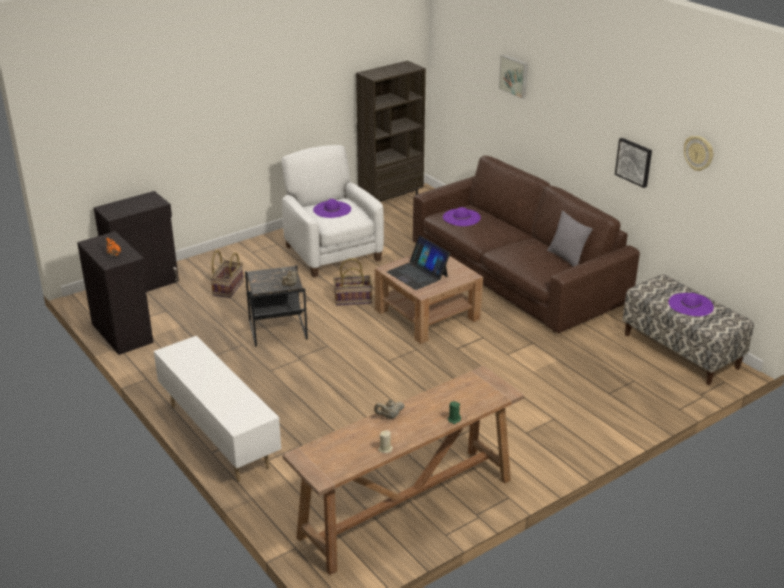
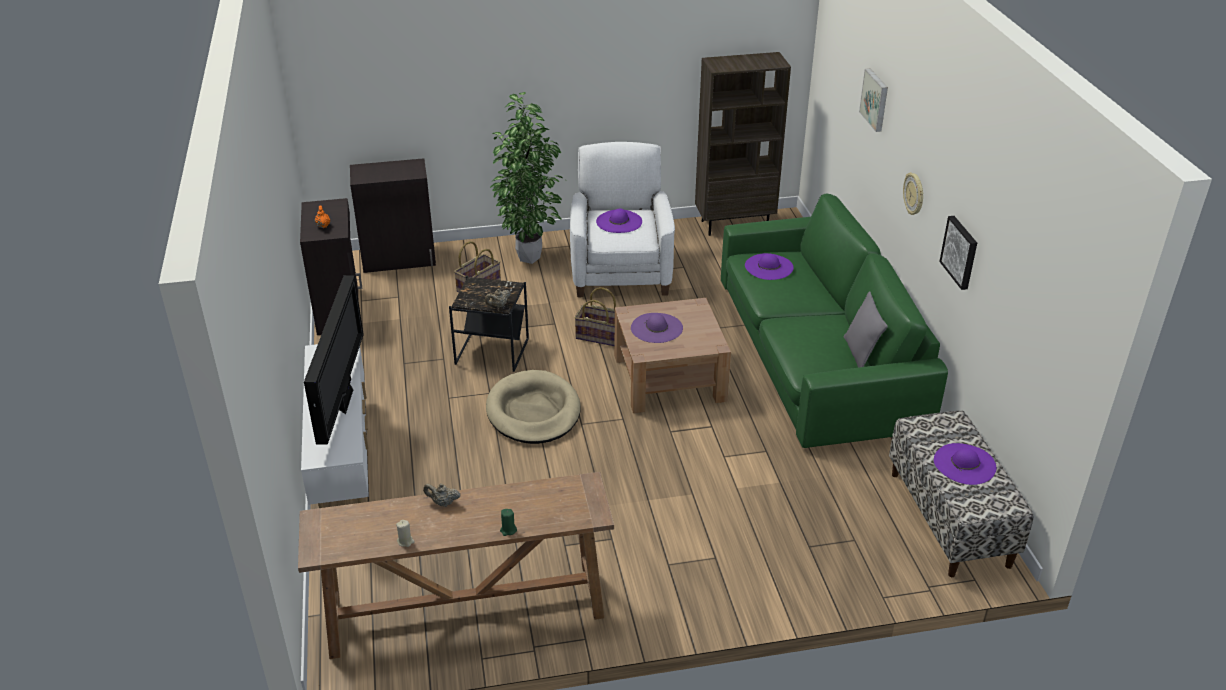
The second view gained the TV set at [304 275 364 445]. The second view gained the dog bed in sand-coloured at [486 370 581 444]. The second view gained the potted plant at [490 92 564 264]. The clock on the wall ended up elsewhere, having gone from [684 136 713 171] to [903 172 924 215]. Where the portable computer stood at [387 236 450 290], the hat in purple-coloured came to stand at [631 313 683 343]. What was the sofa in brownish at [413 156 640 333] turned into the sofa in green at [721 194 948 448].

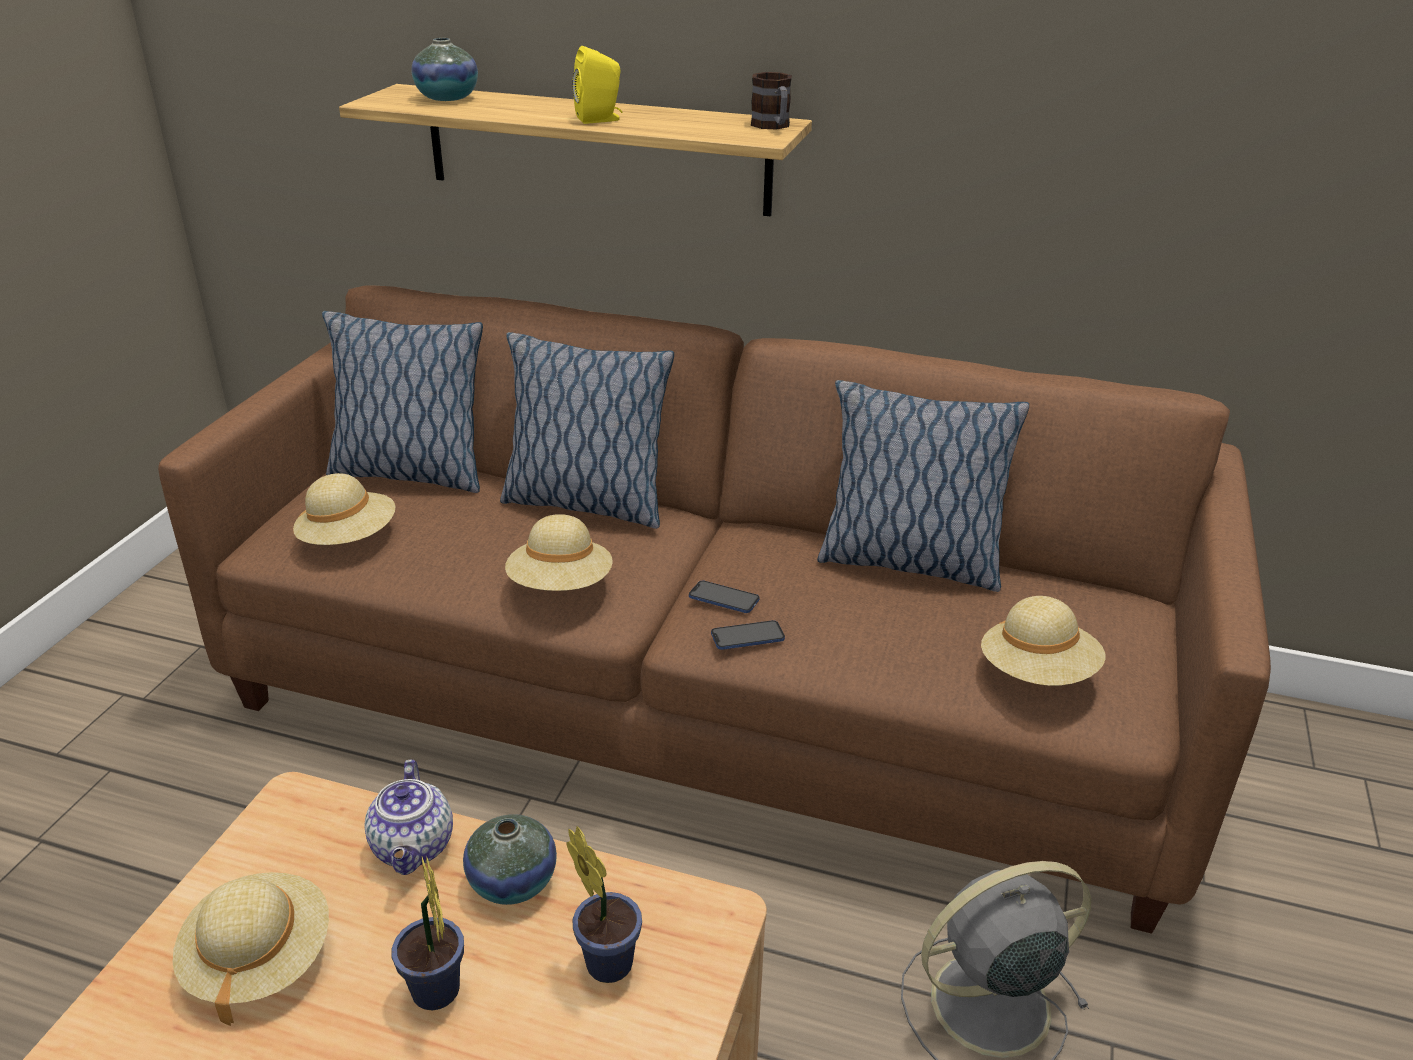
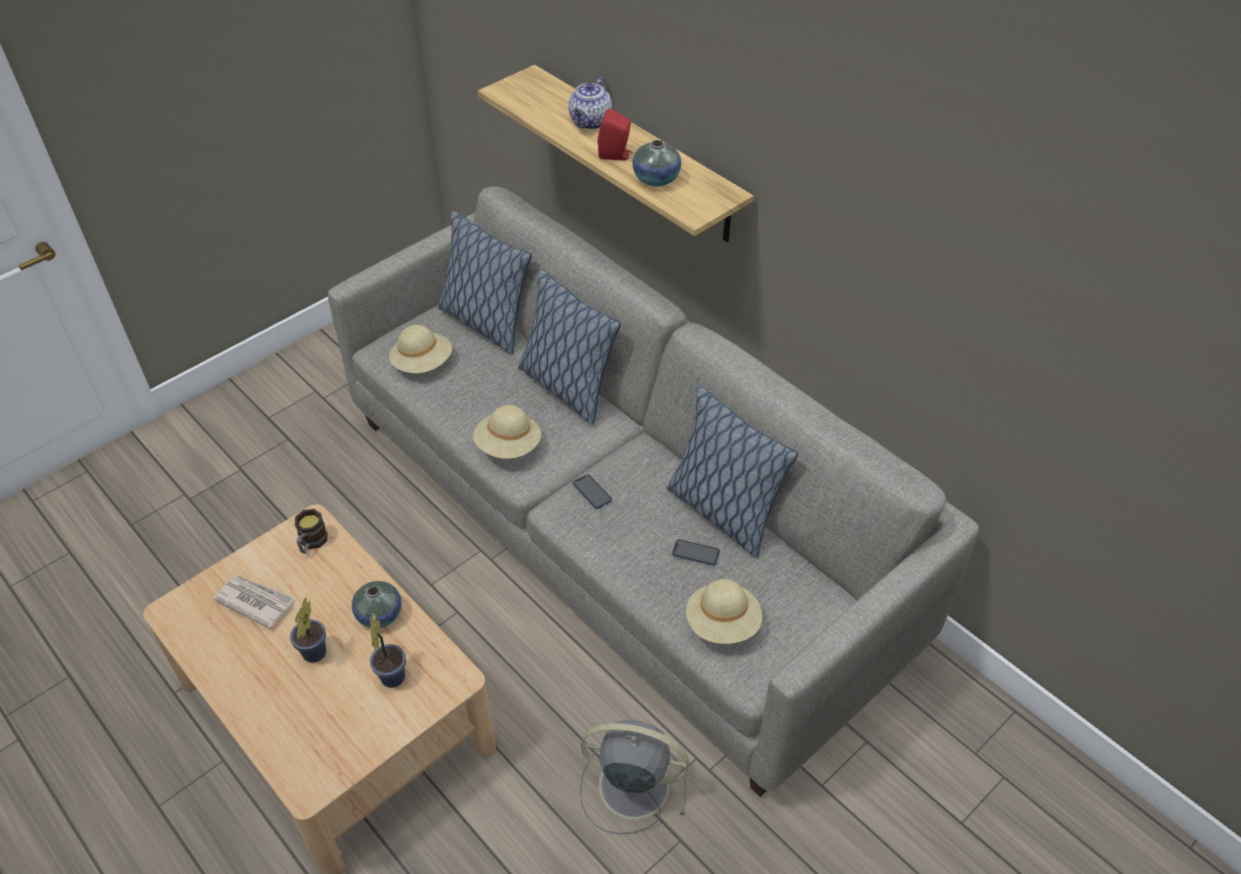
The pot for tea ended up elsewhere, having gone from [364 759 453 875] to [568 77 612 129]. The vase ended up elsewhere, having gone from [411 38 478 101] to [632 140 681 187]. The phone ended up elsewhere, having gone from [711 620 785 650] to [672 539 720 566]. The mug ended up elsewhere, having gone from [751 72 792 129] to [295 509 327 554]. Where the hat in sand-coloured stood at [173 872 329 1026], the daily paper came to stand at [213 575 295 629]. What was the sofa in brownish at [158 285 1271 934] turned into the sofa in gray at [328 186 979 797]. What was the speaker in yellow at [572 46 622 124] turned into the speaker in red-coloured at [598 108 633 160].

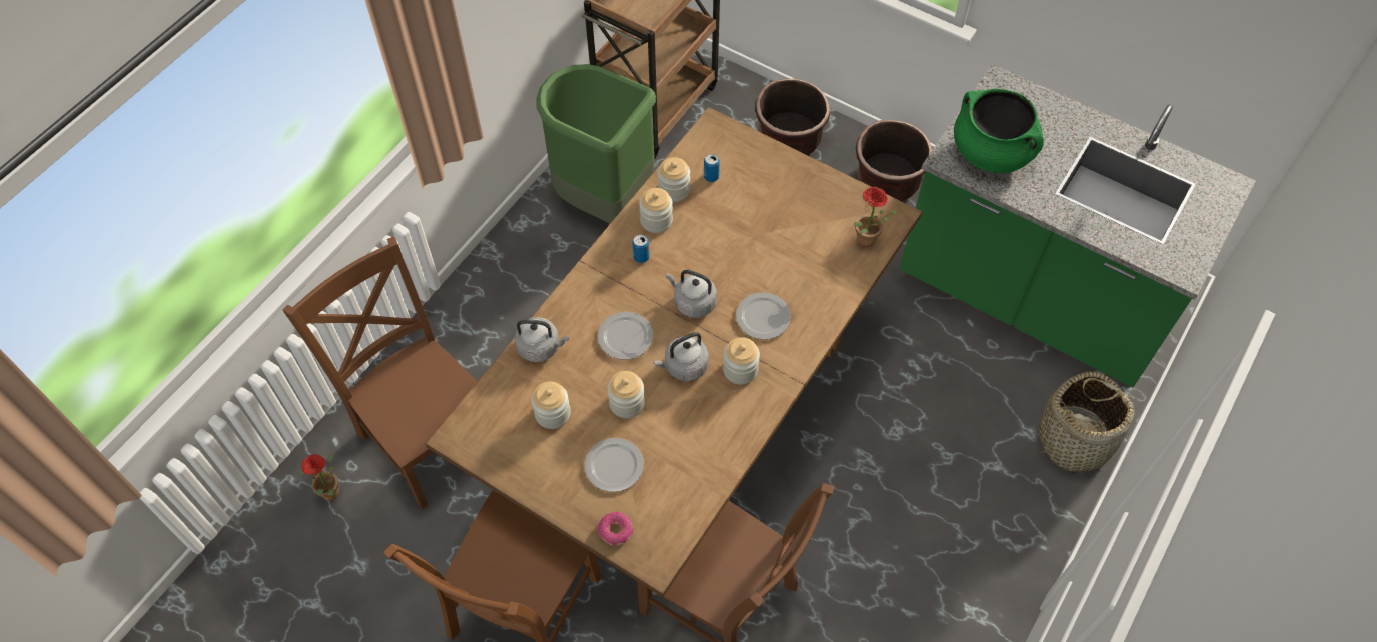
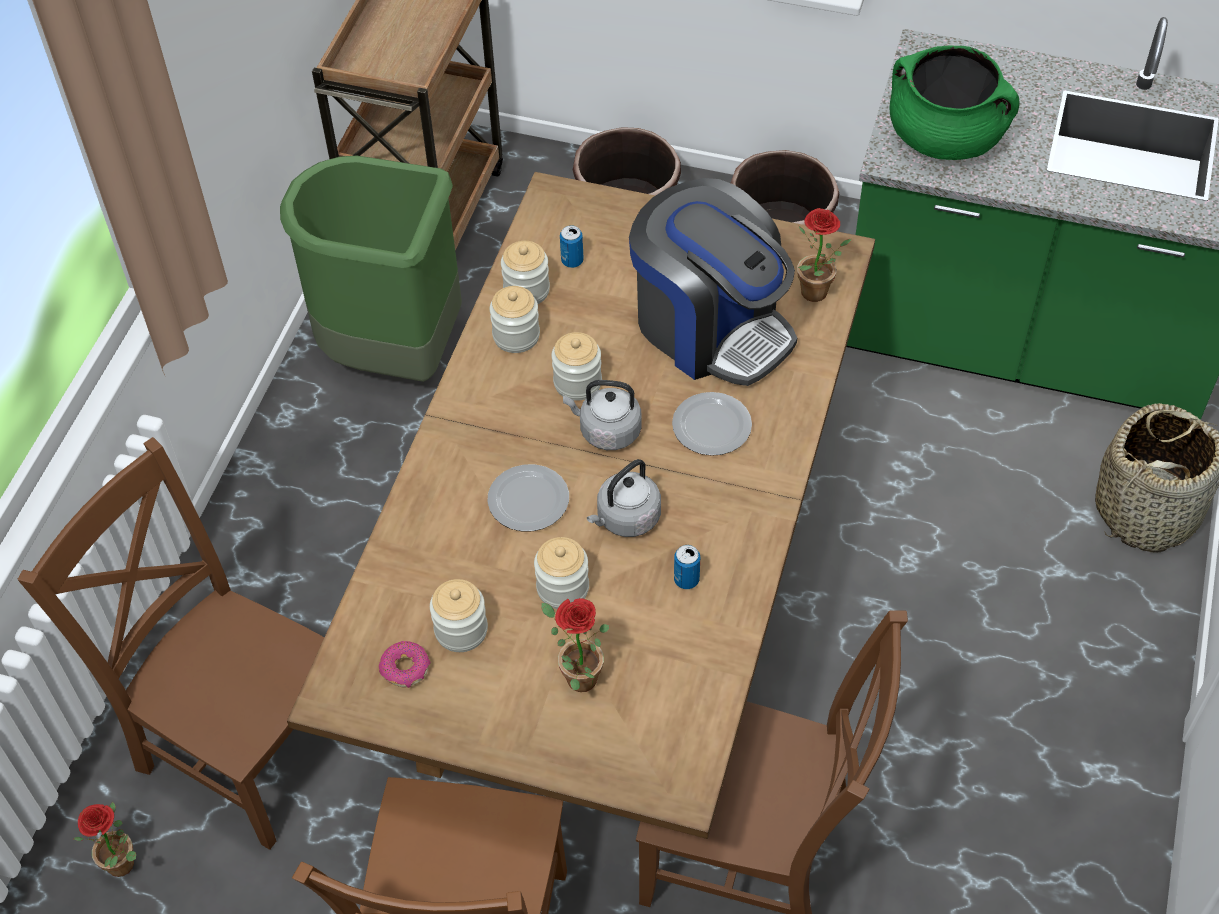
The second view lost the kettle in gray at [515 317 569 362]. The second view gained the coffee machine at [629 178 797 386]. The donut ended up elsewhere, having gone from [598 512 633 546] to [379 641 430 688]. The sealed can ended up elsewhere, having gone from [632 234 649 263] to [674 545 700 589]. The jar ended up elsewhere, having gone from [723 337 760 385] to [552 332 602 401]. Where the dinner plate stood at [585 438 644 492], the potted plant came to stand at [541 598 610 692].

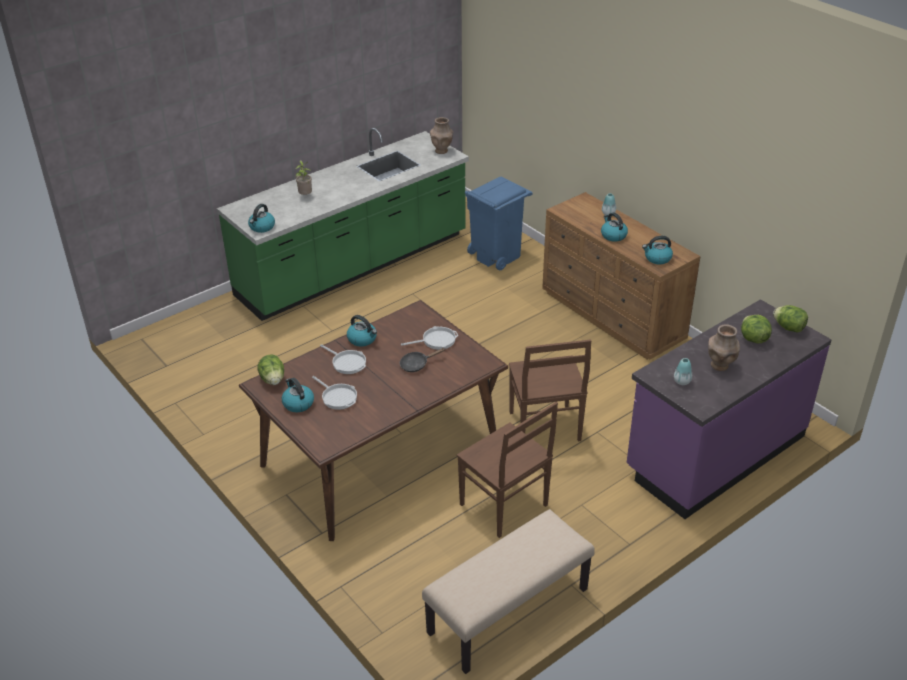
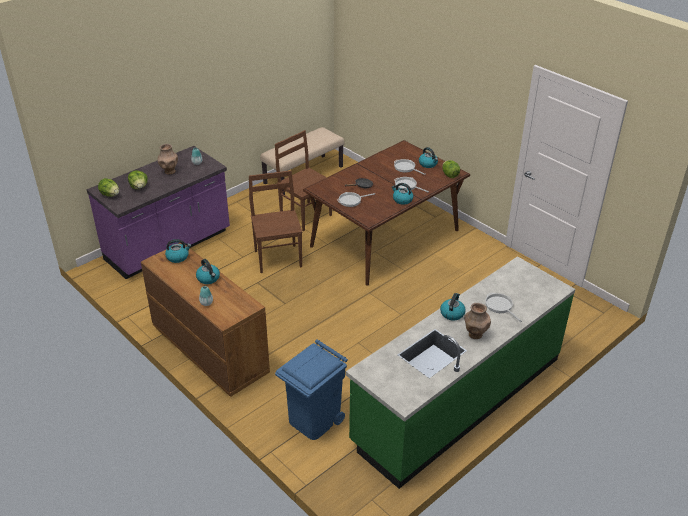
The kettle ended up elsewhere, having gone from [248 204 275 233] to [440 293 466 320]. The vase in brownish ended up elsewhere, having gone from [430 117 453 154] to [464 303 491 339]. Where the potted plant stood at [296 160 312 195], the skillet came to stand at [486 293 522 322].

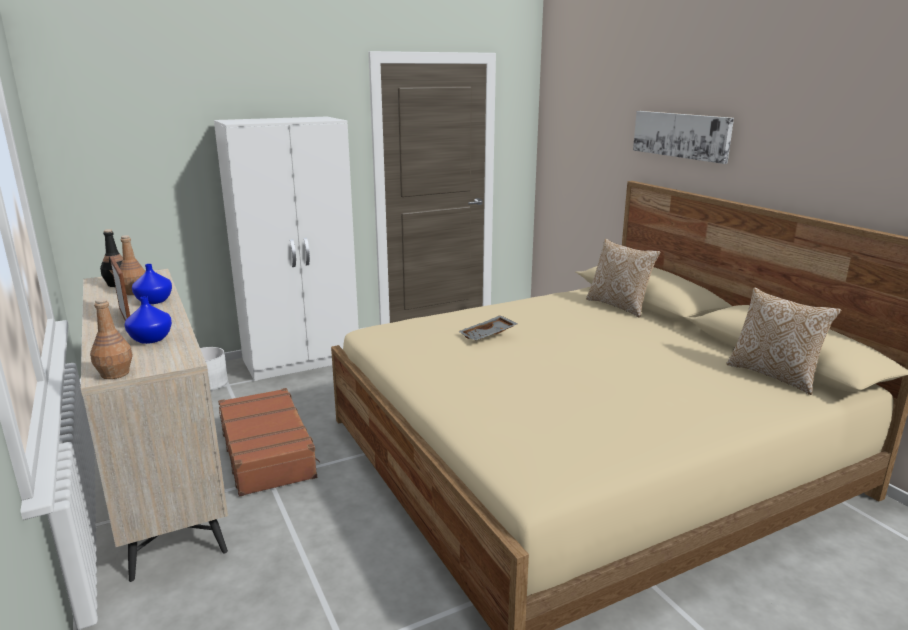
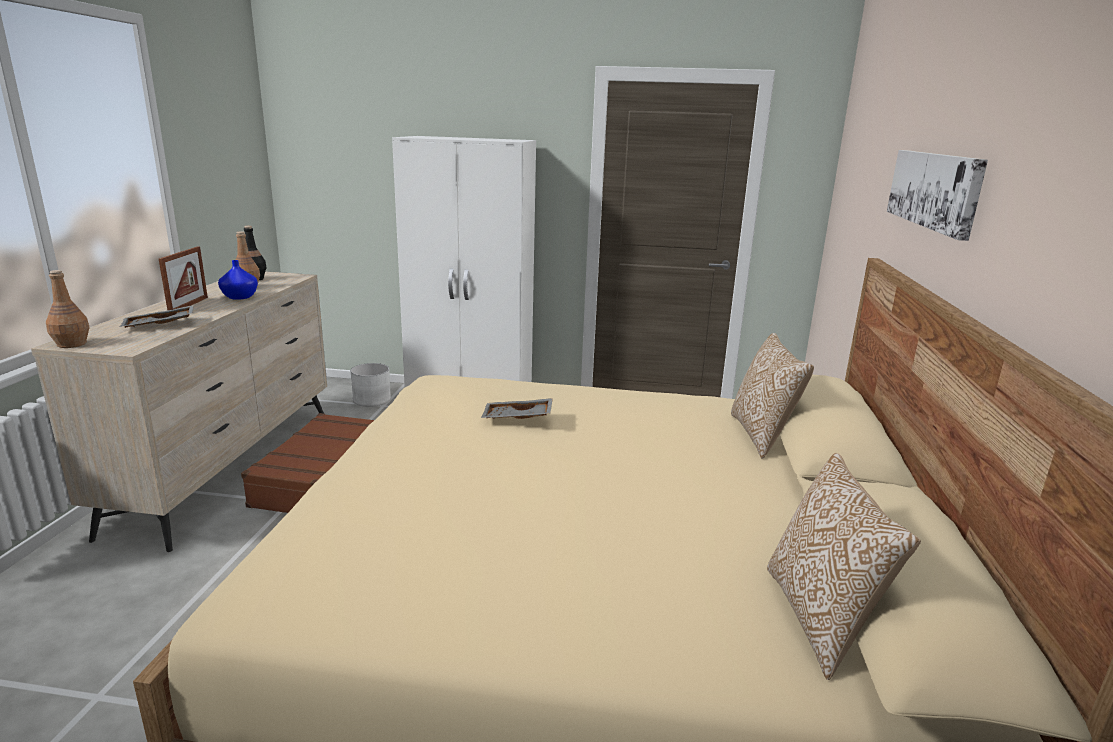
Where the vase in blue stood at [125 296 172 344], the tray in gray came to stand at [119 305 194 328].

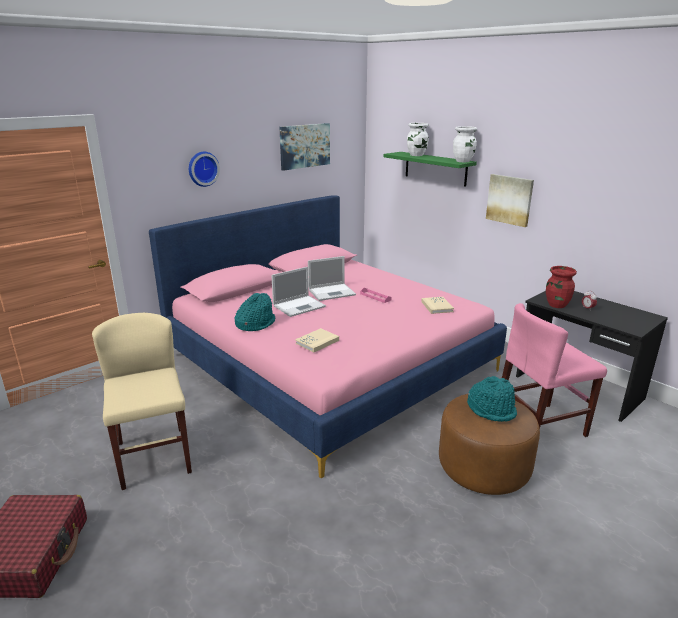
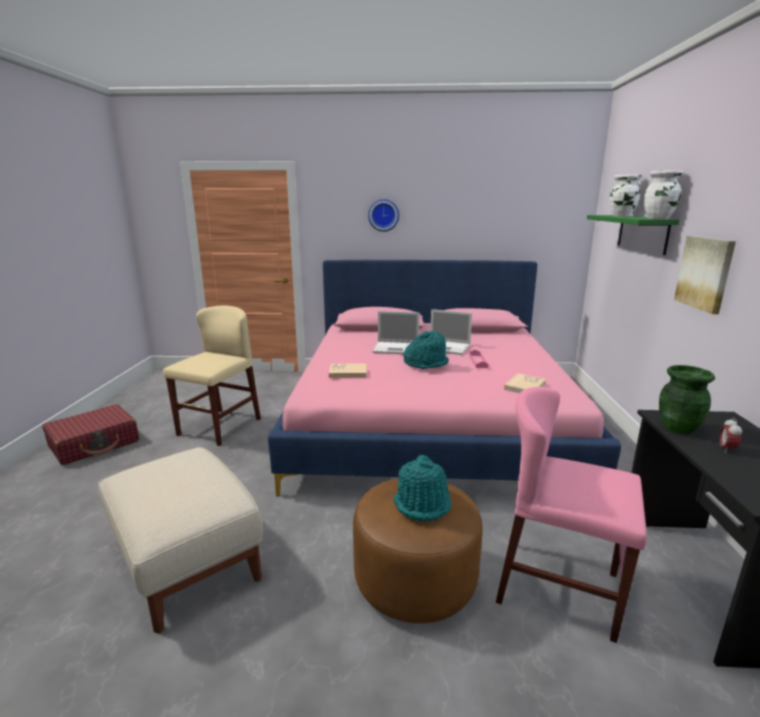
The second view lost the wall picture at [279 123 330 171]. The second view gained the ottoman in sand-coloured at [98 447 263 633]. The hat in blue-green ended up elsewhere, having gone from [234 293 275 331] to [404 331 449 369]. What was the vase in red-coloured at [546 266 577 308] turned into the vase in green at [659 365 715 435].

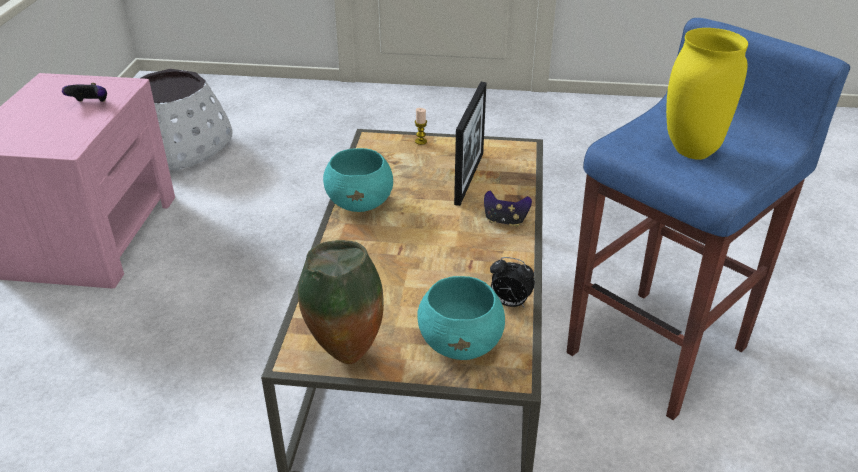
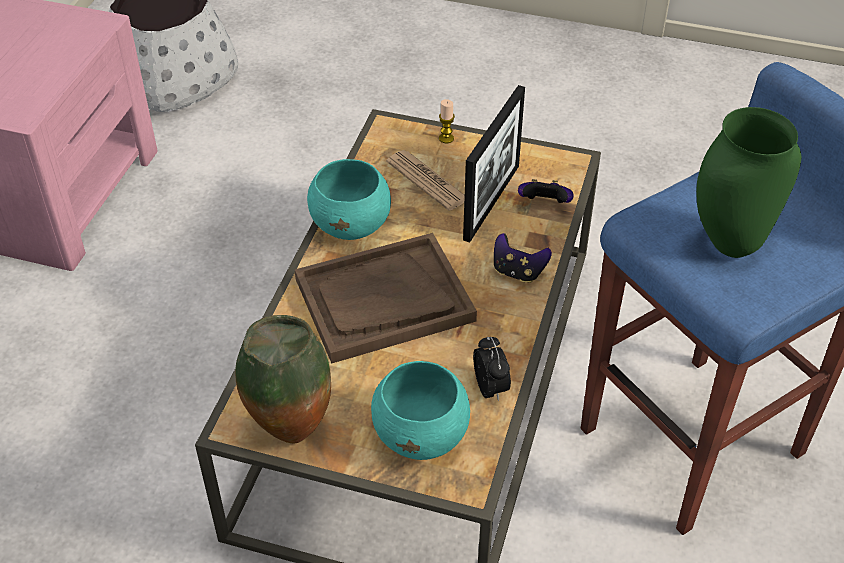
The second view gained the tray in brownish at [295 233 477 363]. The second view gained the daily paper at [386 150 465 211]. The game controller ended up elsewhere, having gone from [62 83 107 102] to [518 179 574 203]. What was the vase in yellow at [666 28 748 160] turned into the vase in green at [696 107 801 258]. The table clock at [490 257 535 308] ended up facing another way, 135 degrees counterclockwise from before.

